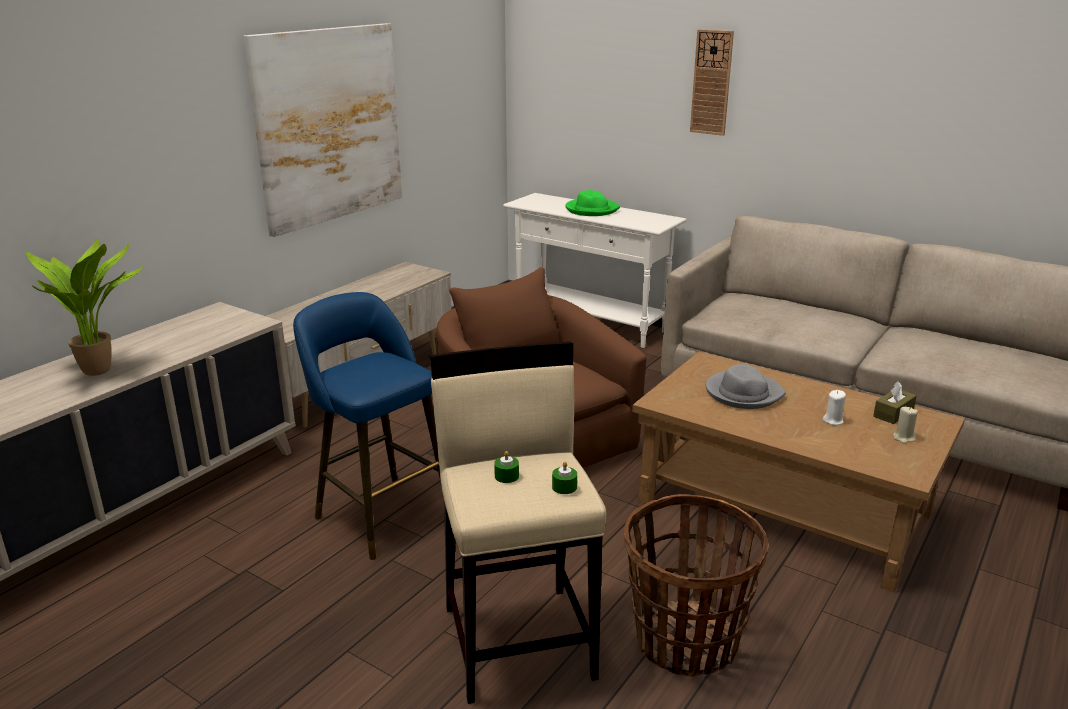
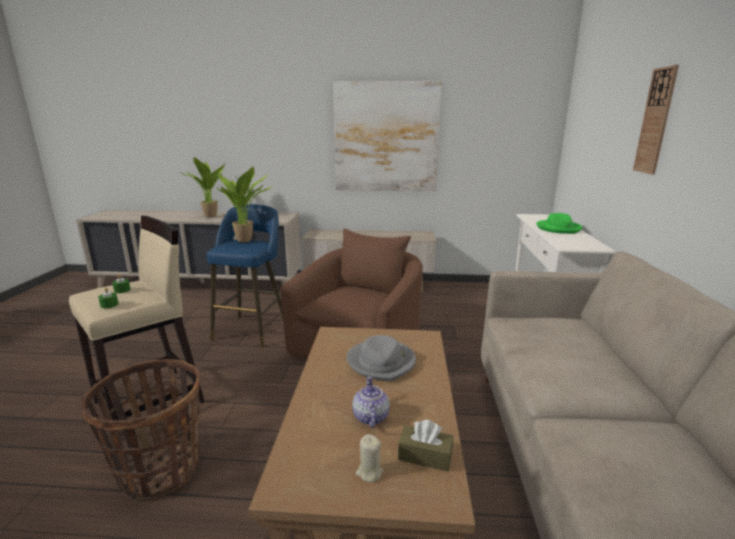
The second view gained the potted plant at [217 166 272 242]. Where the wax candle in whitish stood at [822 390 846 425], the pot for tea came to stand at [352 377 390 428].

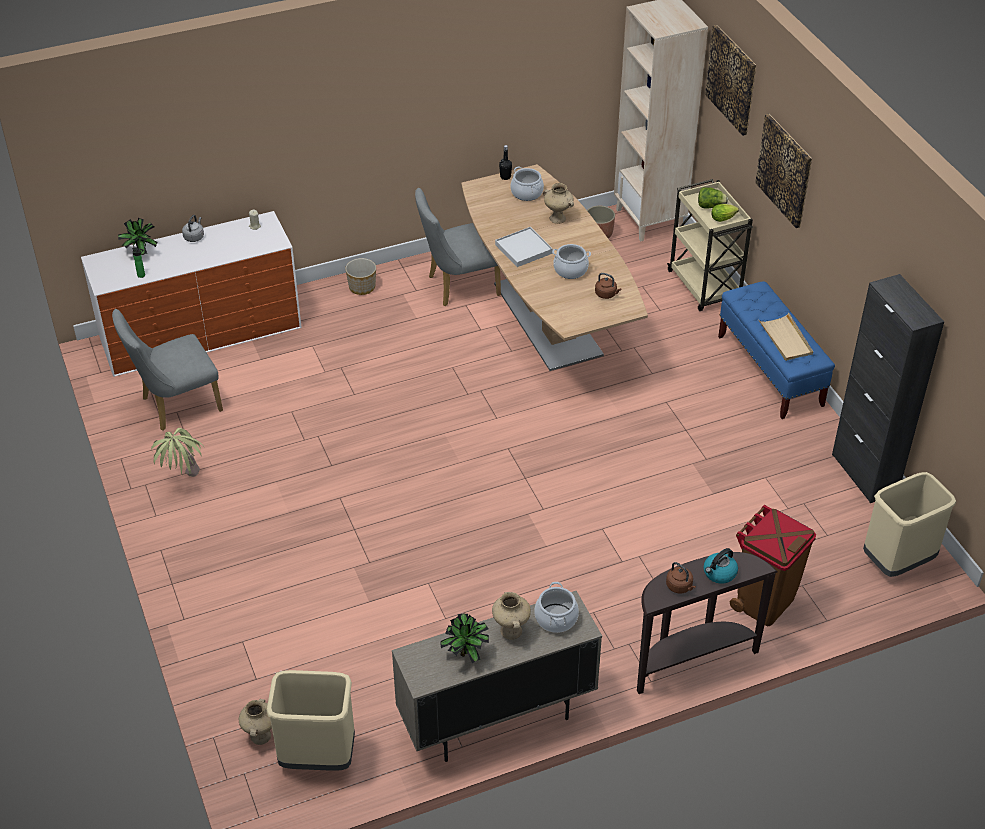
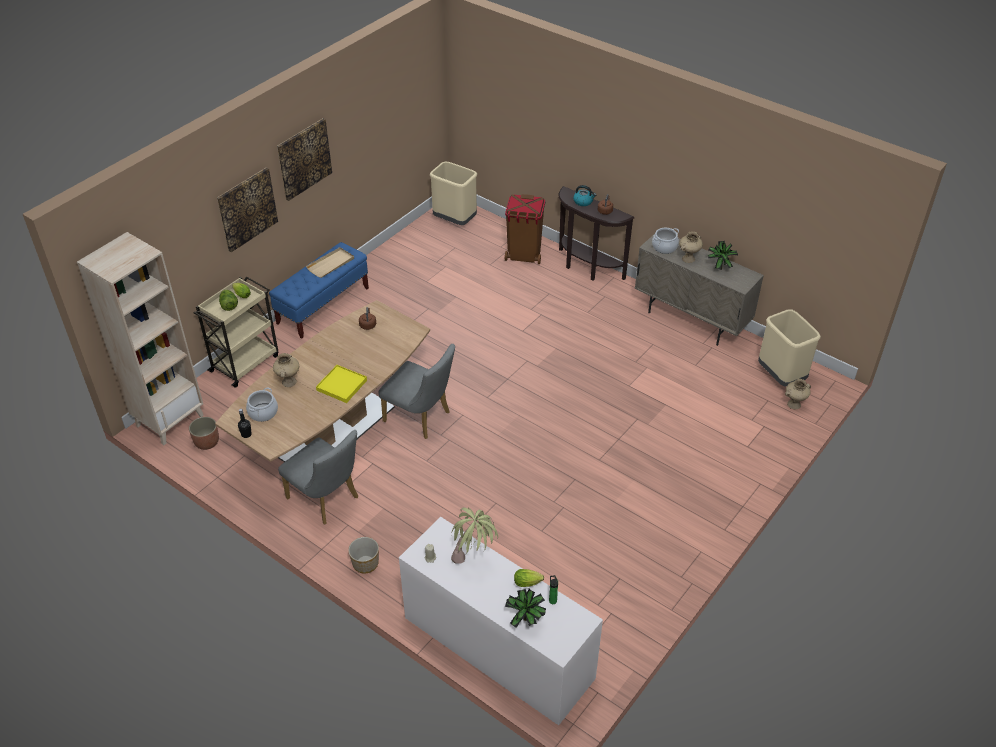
The second view lost the kettle in gray at [182 215 204 242]. The second view lost the stockpot at [552 244 591 279]. The second view lost the cabinet in blackish at [832 274 944 503]. The second view gained the lettuce head at [514 569 544 587]. The chair in gray ended up elsewhere, having gone from [112 309 223 431] to [378 344 455 439]. The potted plant ended up elsewhere, having gone from [151 428 204 477] to [451 507 498 564]. The wall picture ended up elsewhere, having gone from [705 25 756 136] to [277 118 332 201]. What was the tray in whitish at [495 227 553 267] turned into the tray in yellow at [316 365 367 403].

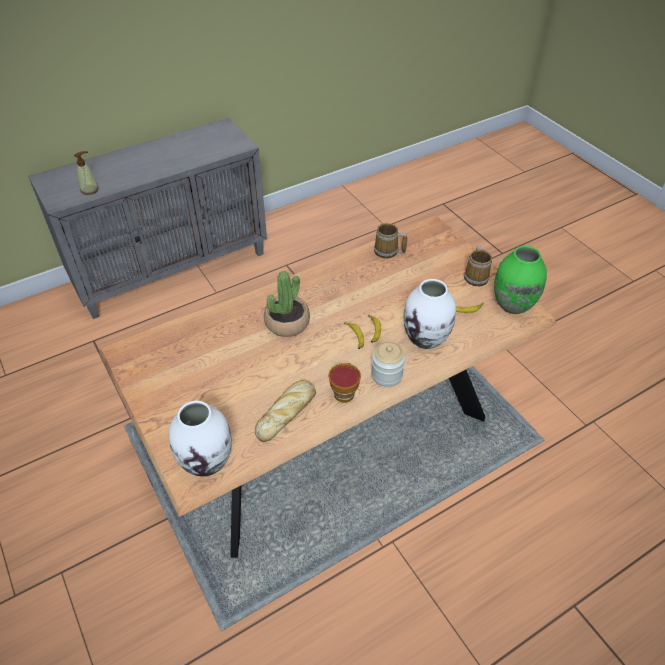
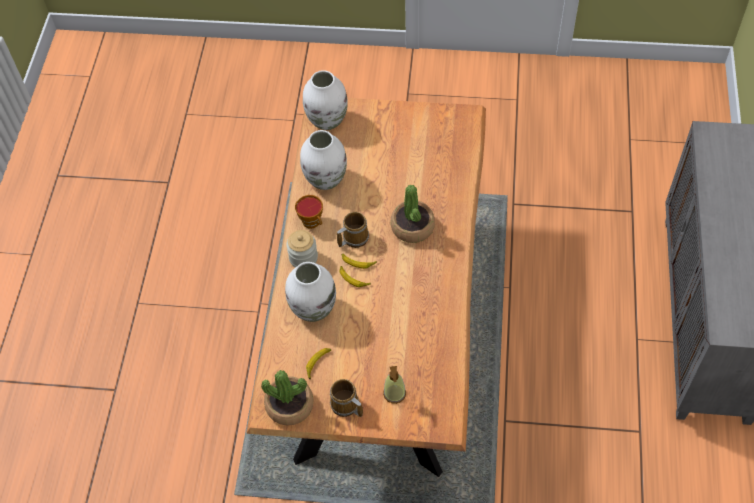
The soap bottle ended up elsewhere, having gone from [74 151 99 195] to [383 366 406 404]. The mug ended up elsewhere, having gone from [374 223 407 259] to [337 212 369 248]. Where the baked bread stood at [255 380 316 442], the vase in whitish came to stand at [300 130 347 190]. Where the vase in green stood at [494 246 547 314], the potted plant came to stand at [261 370 314 425].

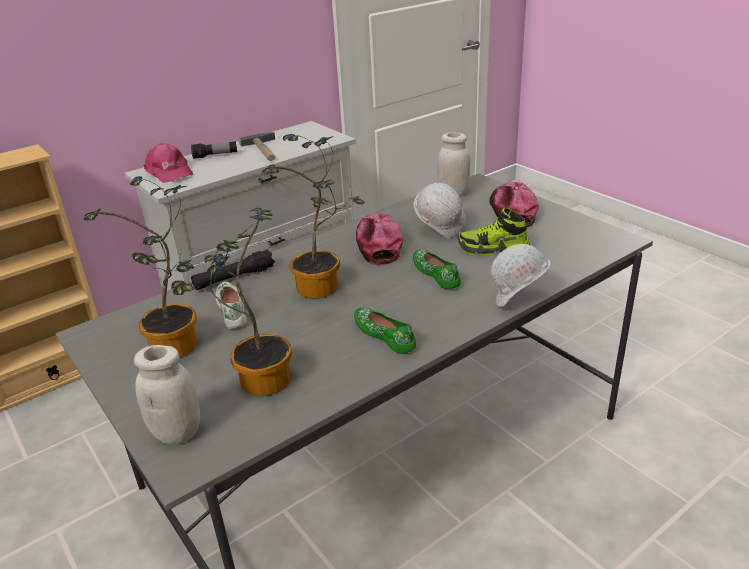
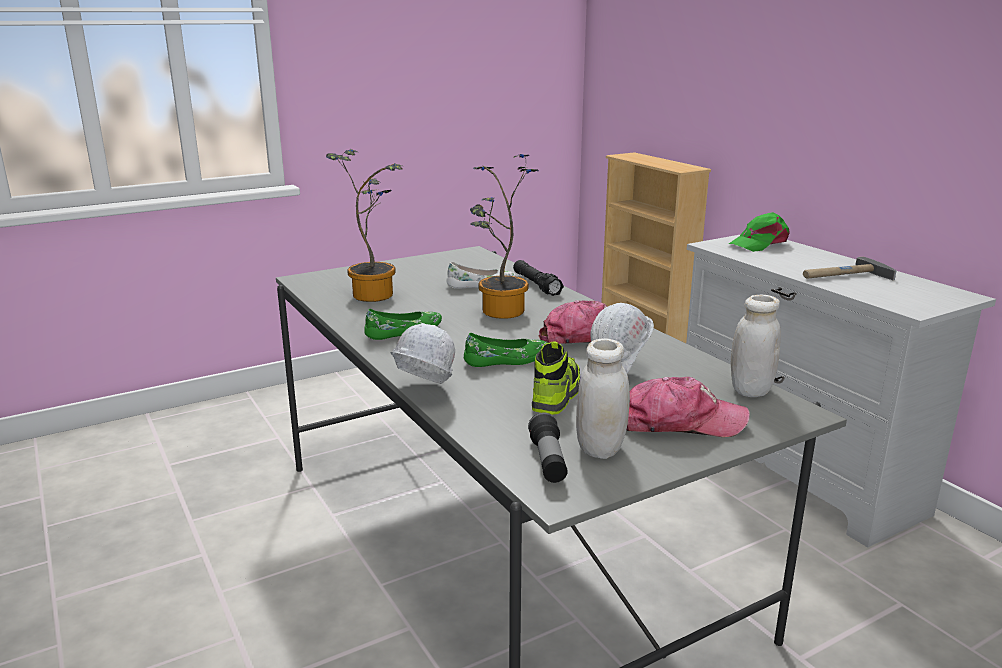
The second view lost the potted plant at [84 176 198 358]. The jar in whitish ended up elsewhere, having gone from [134 345 200 444] to [576 338 630 459]. The torch ended up elsewhere, having gone from [191 141 237 159] to [528 412 568 483]. What was the peaked cap in pink at [144 143 193 183] turned into the peaked cap in green at [729 212 790 252].

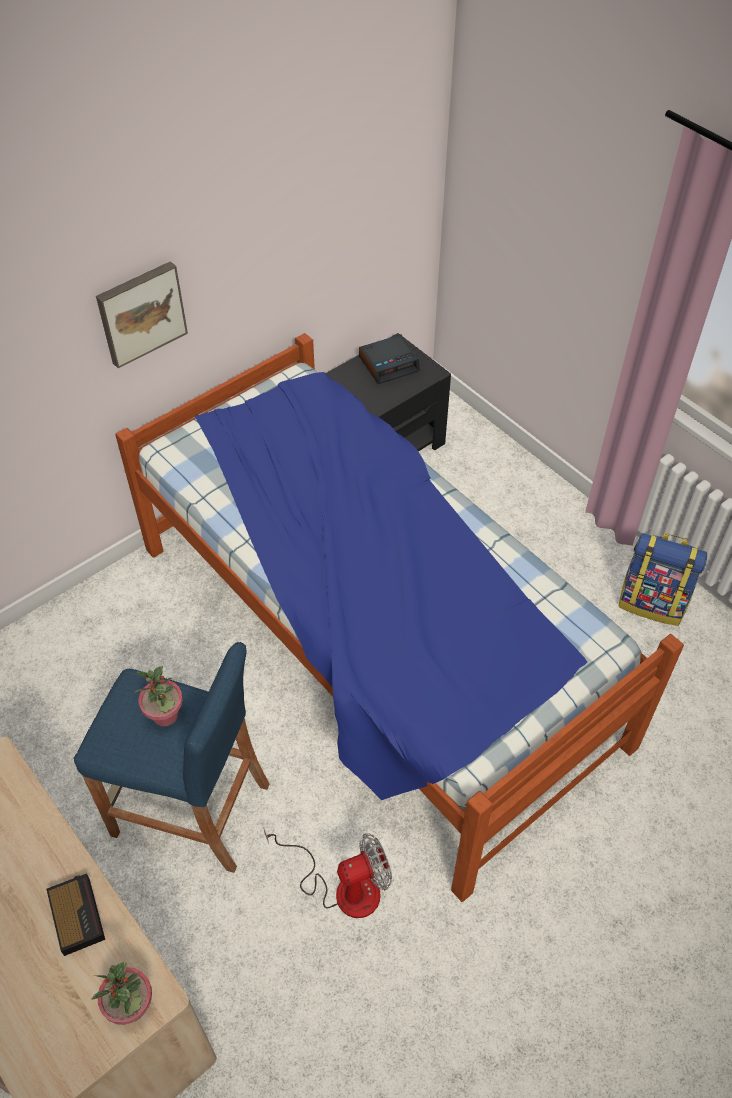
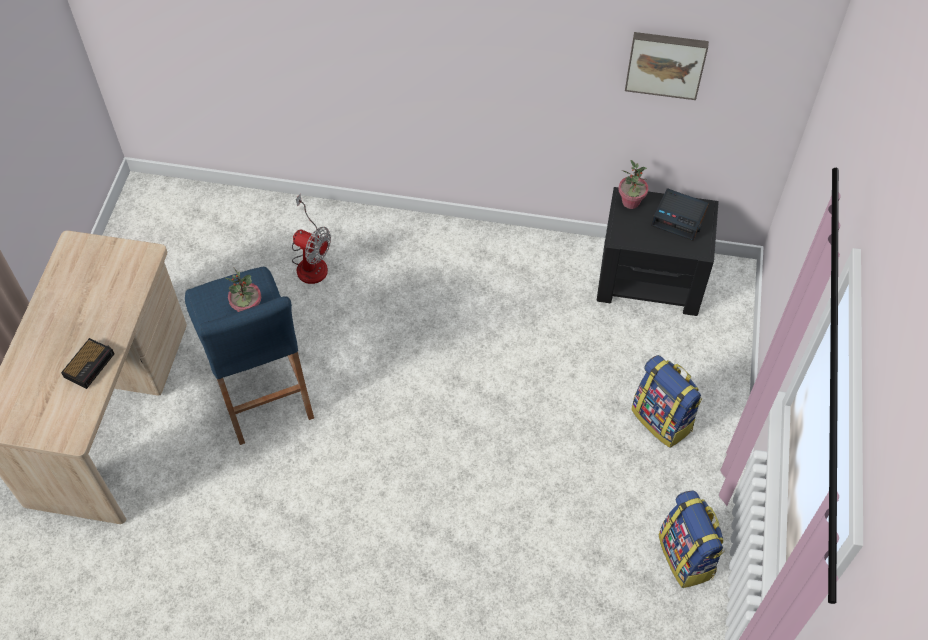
The second view lost the bedroom bed at [115 333 684 902]. The second view gained the knapsack at [631 355 702 448]. The potted plant ended up elsewhere, having gone from [91 962 152 1025] to [619 160 648 209]. The wall picture ended up elsewhere, having gone from [96 261 188 368] to [625 32 709 100]. The cooling fan ended up elsewhere, having gone from [264 829 392 918] to [292 194 331 284].

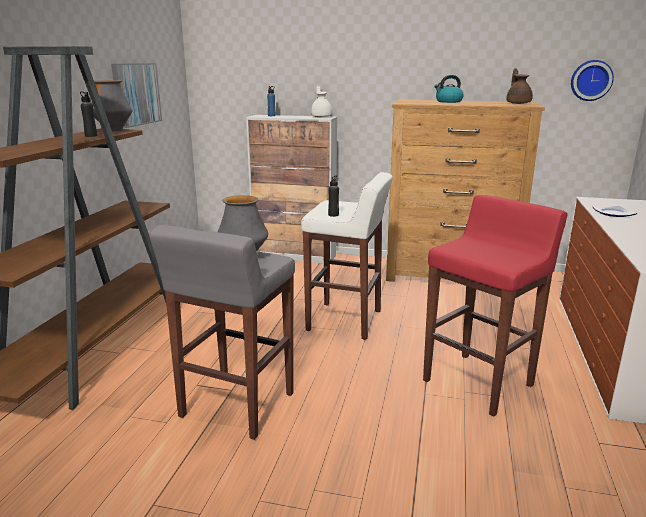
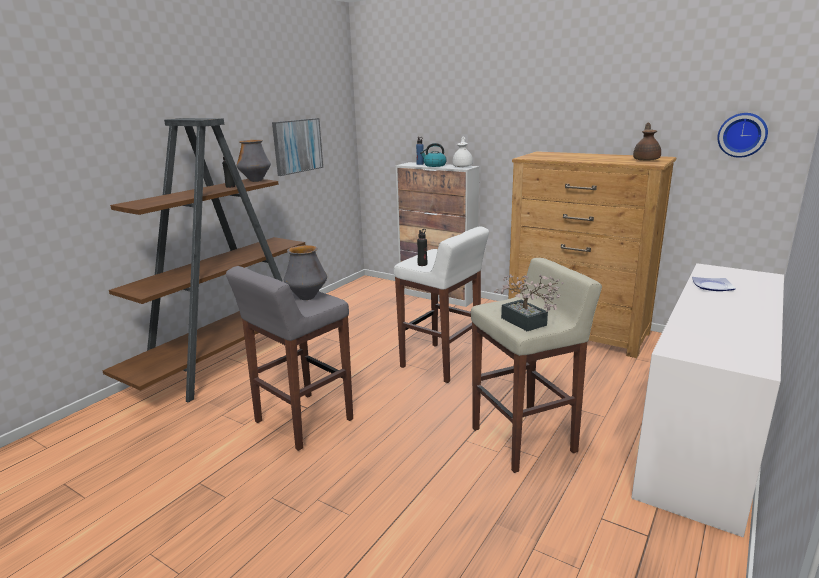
The second view gained the potted plant at [494 274 564 331]. The kettle ended up elsewhere, having gone from [434 75 464 103] to [420 143 447 167]. What was the stool seat in red-coloured at [423 195 568 416] turned into the stool seat in sand-coloured at [471 258 602 473].

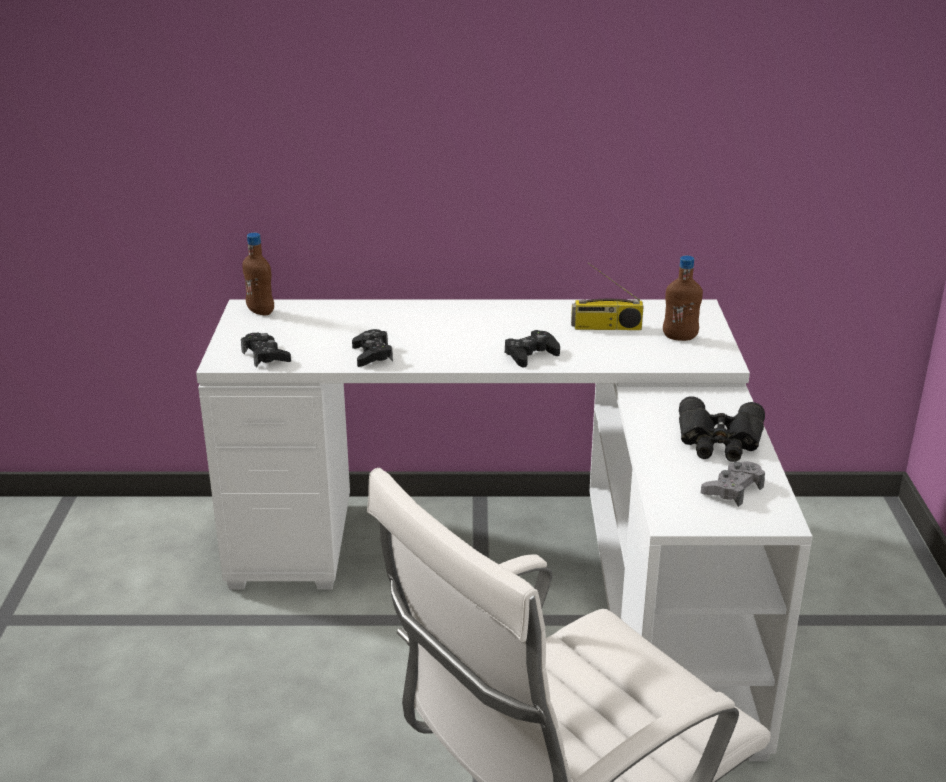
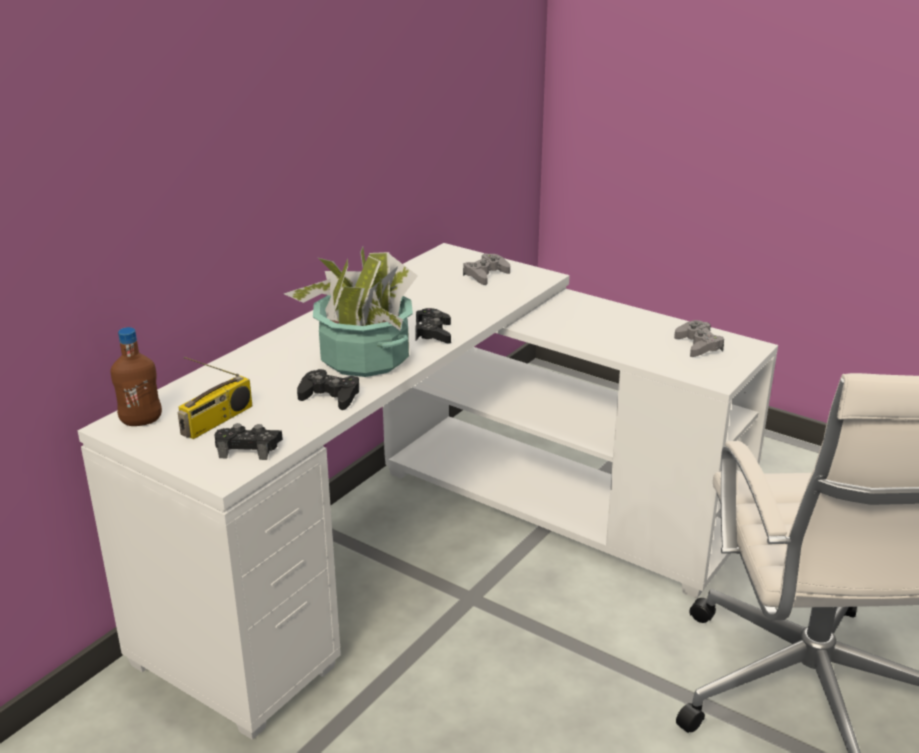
The second view lost the field glasses in blackish at [679 397 765 462]. The second view gained the potted plant at [284 246 418 377]. The radio receiver ended up elsewhere, having gone from [571 263 644 330] to [177 357 253 439]. Where the drink bottle in brownish stood at [663 256 703 341], the game controller in gray came to stand at [463 254 510 285].

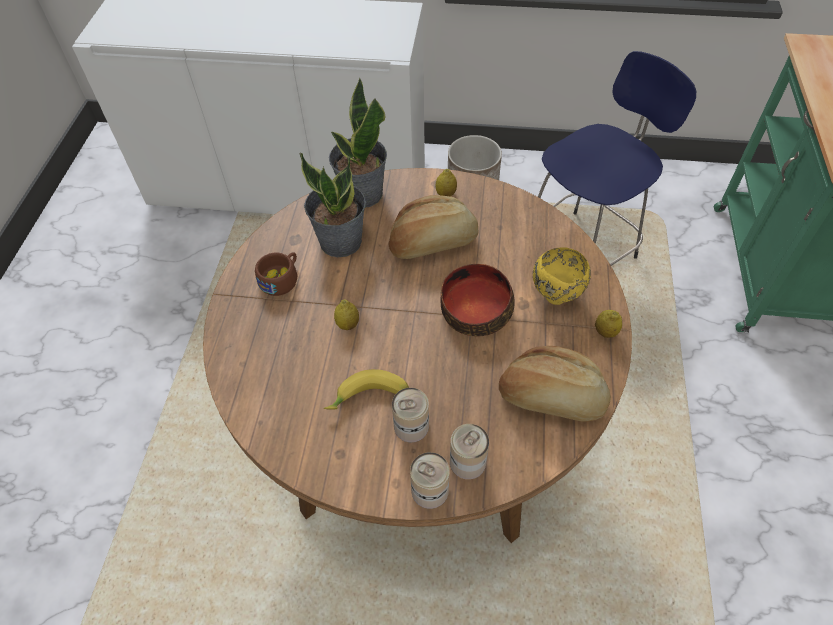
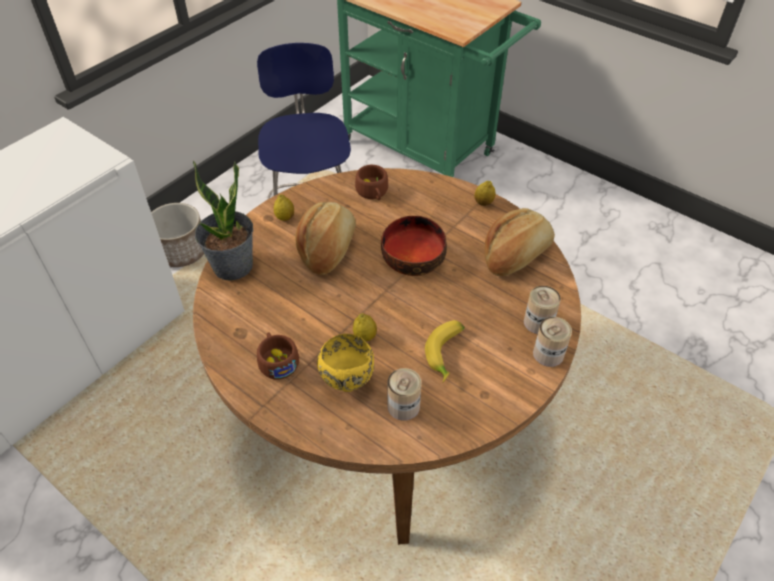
The second view lost the potted plant at [299 152 366 257]. The second view gained the cup in brownish at [355 165 388 200]. The sealed can ended up elsewhere, having gone from [392 388 429 442] to [388 368 422 421]. The deep dish in yellow ended up elsewhere, having gone from [533 247 591 305] to [317 334 375 392].

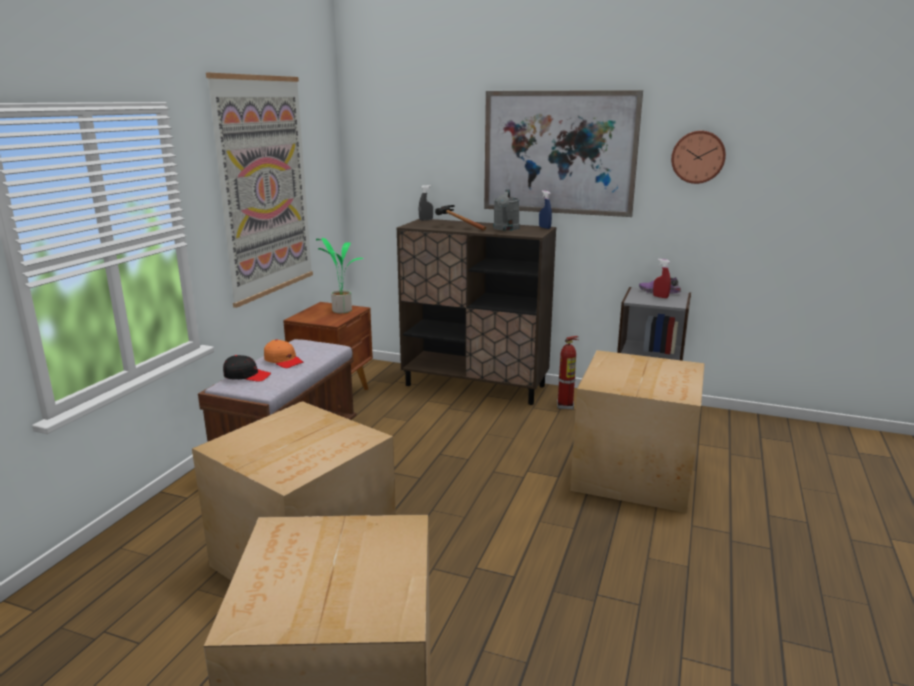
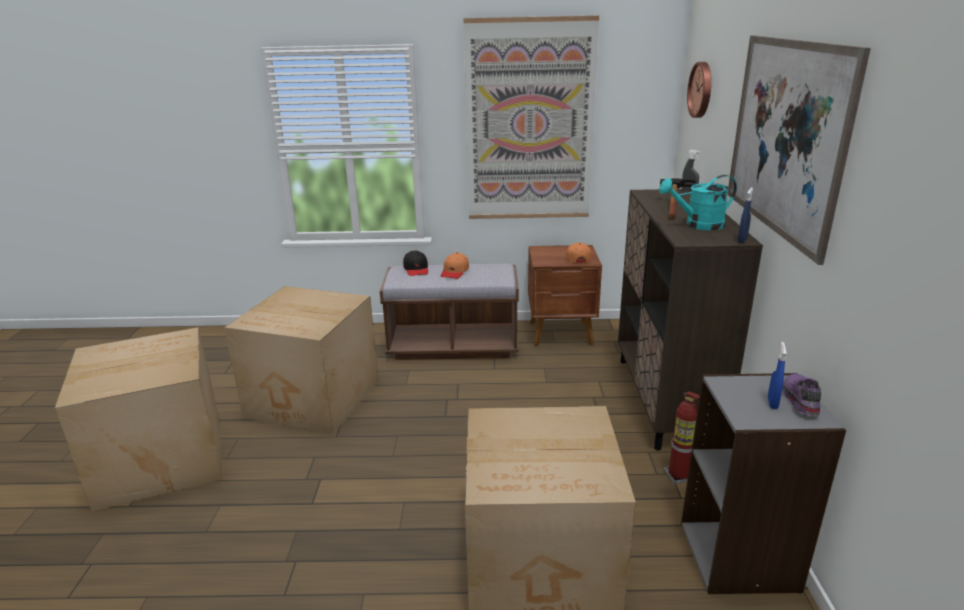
The clock on the wall ended up elsewhere, having gone from [671 131 726 184] to [687 62 711 118]. Where the potted plant stood at [316 238 364 313], the peaked cap in orange-coloured came to stand at [566 243 591 262]. What was the watering pot in gray at [493 190 520 231] turned into the watering pot in blue-green at [659 175 737 230]. What was the sprayer in red-coloured at [653 259 671 298] turned into the sprayer in blue at [768 342 787 409].

